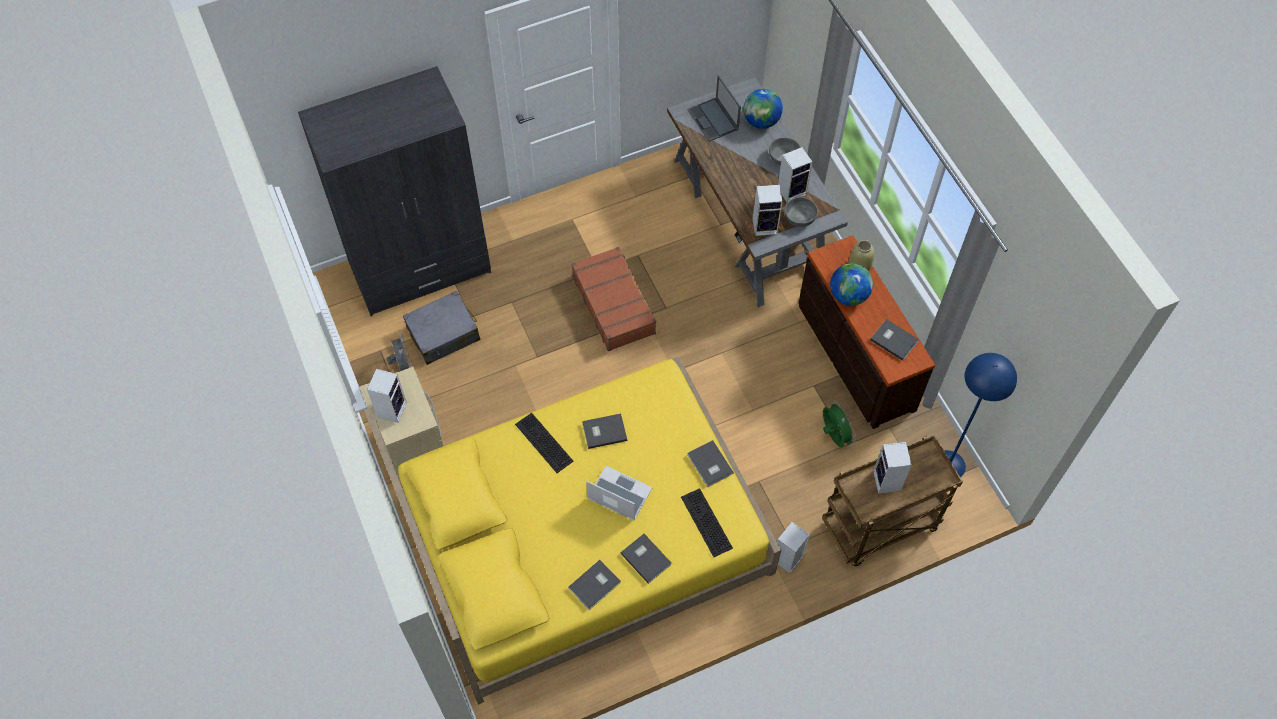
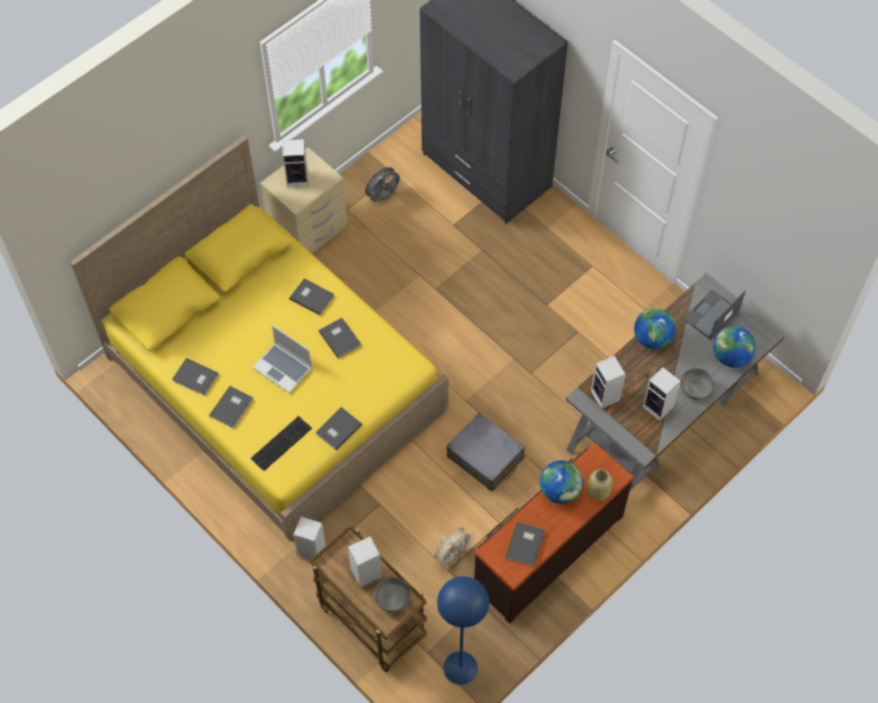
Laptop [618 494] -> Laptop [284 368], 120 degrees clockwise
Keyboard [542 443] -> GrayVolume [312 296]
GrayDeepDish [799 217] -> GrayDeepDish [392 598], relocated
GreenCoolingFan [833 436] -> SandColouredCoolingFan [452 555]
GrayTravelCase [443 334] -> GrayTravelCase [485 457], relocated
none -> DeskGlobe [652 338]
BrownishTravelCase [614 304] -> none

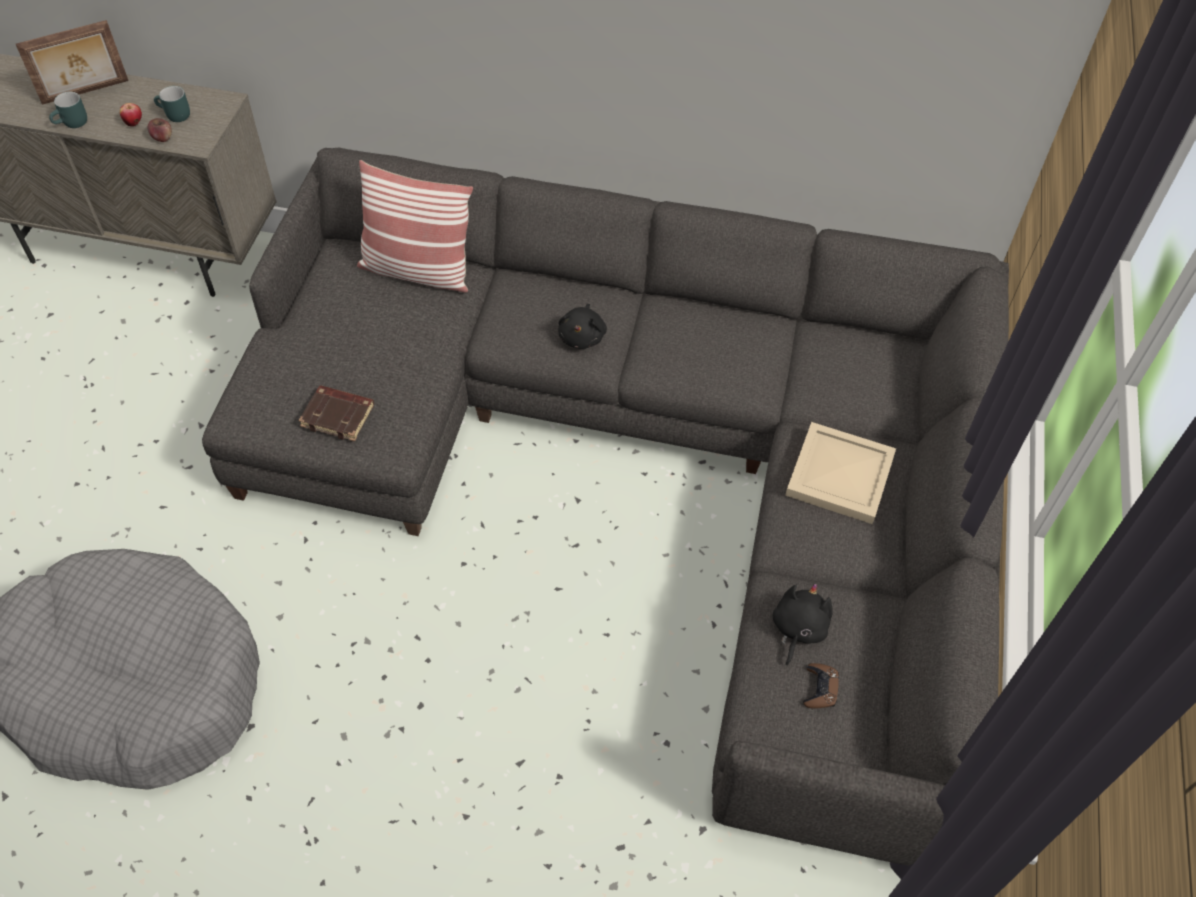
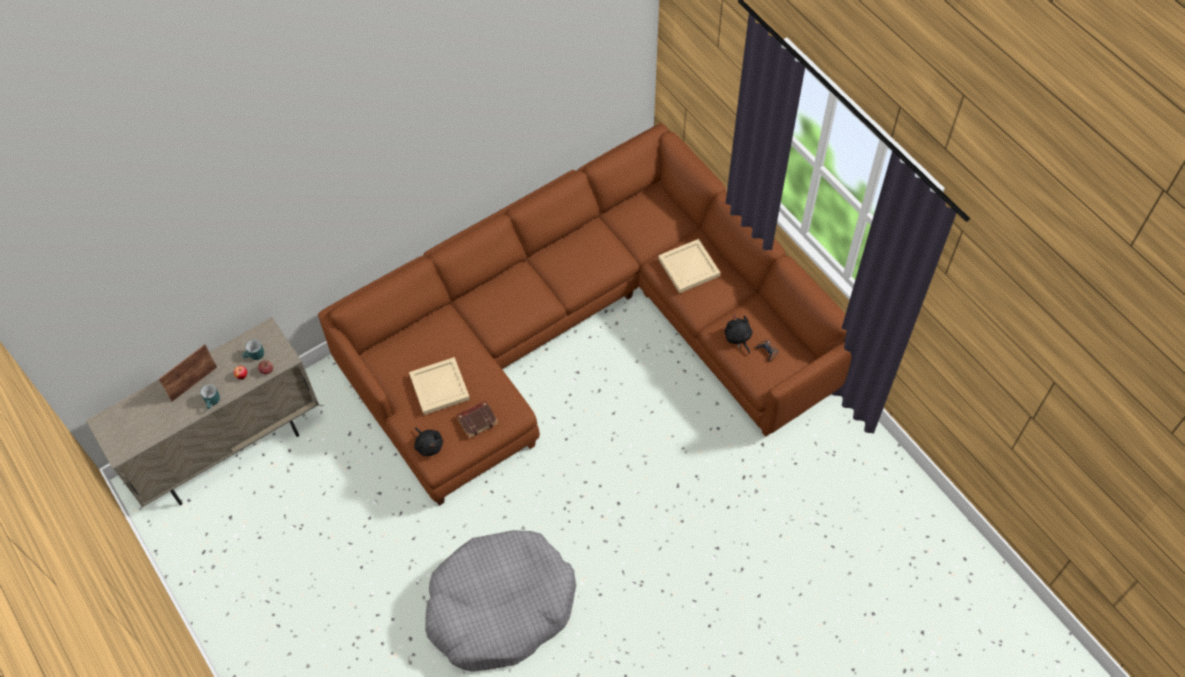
StandingFrame [86 93] -> StandingFrame [193 383], 150 degrees counterclockwise
GraySettee [656 464] -> BrownishSettee [590 329]
none -> SandColouredServingTray [440 386]
BlackColouredSoftToy [582 336] -> BlackColouredSoftToy [428 445], relocated
Pillow [417 270] -> none

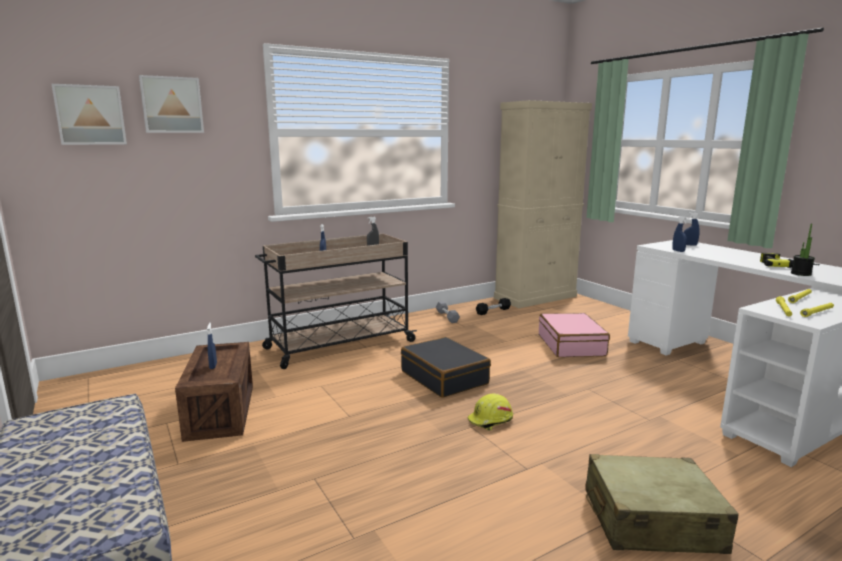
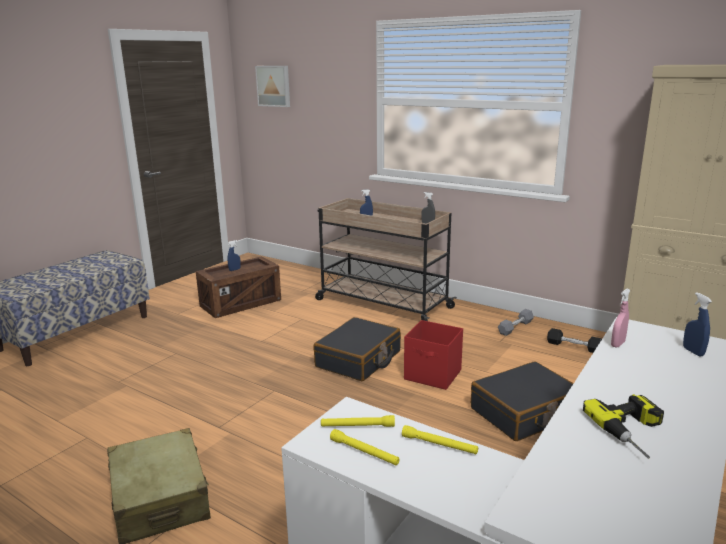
none -> ReddishStorageBin [433 375]
PinkTravelCase [571 345] -> BlackColouredTravelCase [525 413]
BlueSprayer [678 251] -> PinkSprayer [617 344]
WallPicture [172 105] -> none
YellowishSafetyHelmet [490 420] -> none
PlantInAPot [801 274] -> none

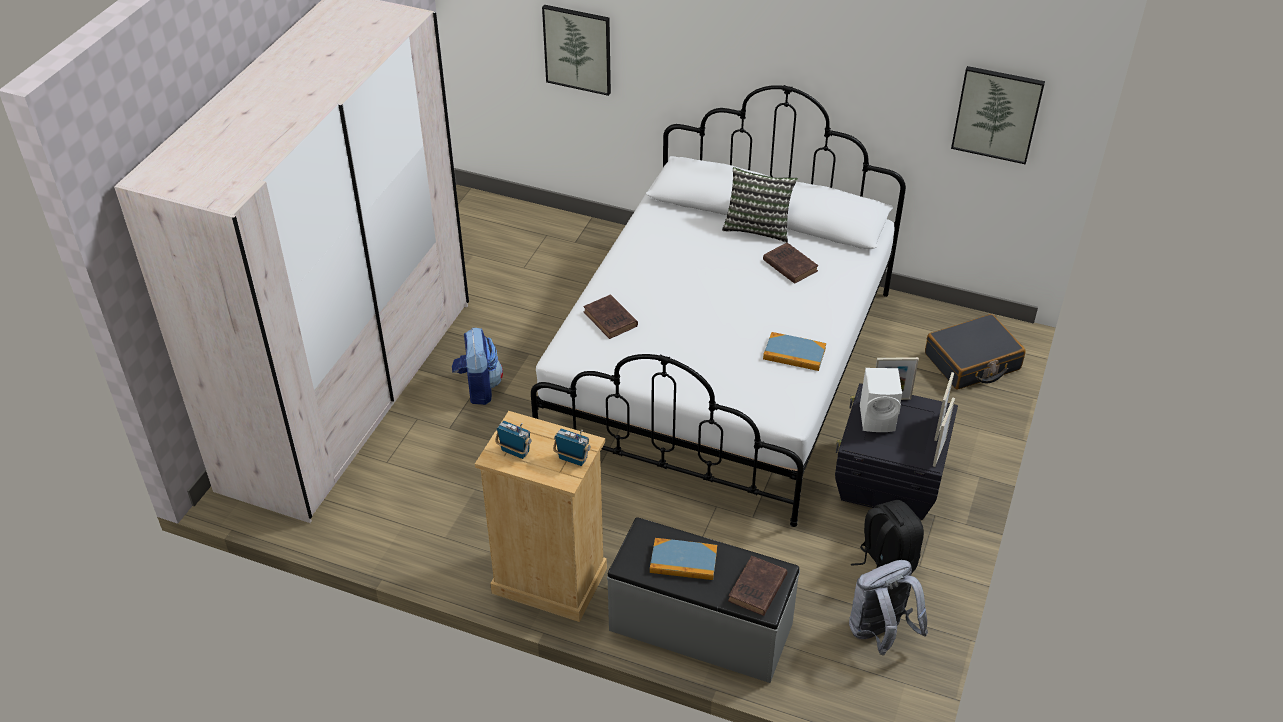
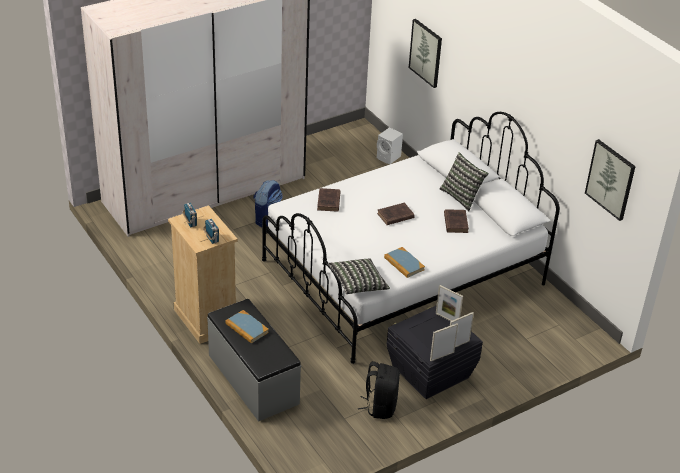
none -> Pillow [358 284]
WhitishLoudspeaker [879 419] -> WhitishLoudspeaker [389 157], relocated
BrownishVolume [756 589] -> BrownishVolume [394 216], relocated
GrayRucksack [880 634] -> none
BlackColouredTravelCase [972 362] -> none

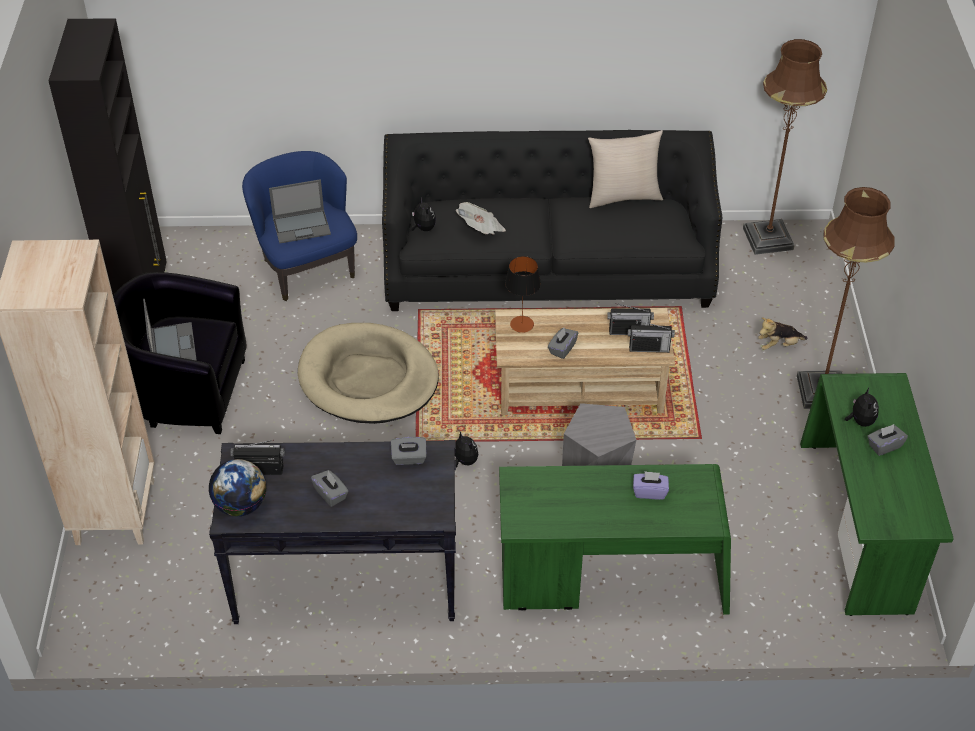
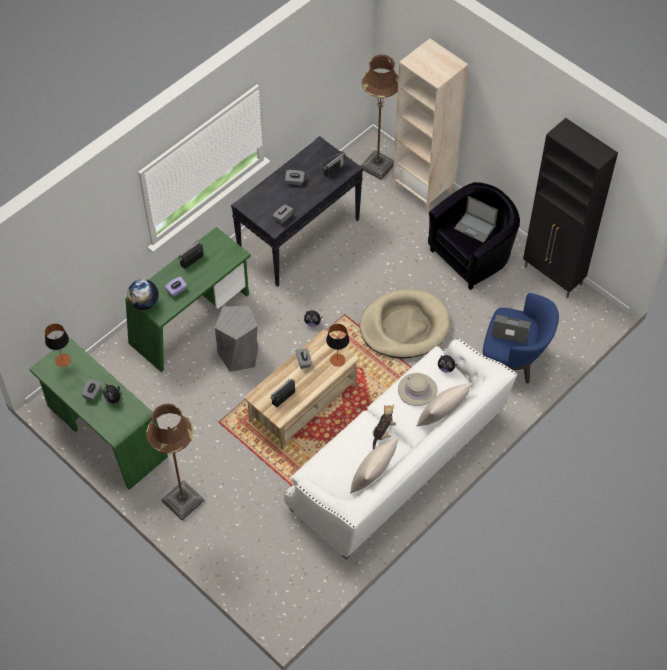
none -> TabletopLamp [63 360]
DeskGlobe [241 505] -> DeskGlobe [144 303], relocated
RadioReceiver [649 348] -> RadioReceiver [192 260], relocated
BlackColouredSettee [547 269] -> WhitishSettee [398 463]
BrownishFloorLamp [768 239] -> BrownishFloorLamp [377 166], relocated
SoftToy [779 345] -> SoftToy [383 432], relocated
DailyPaper [481 229] -> SandColouredWearableHat [417 390]
none -> SandColouredPillow [442 417]
Laptop [302 226] -> Laptop [510 329], 75 degrees clockwise

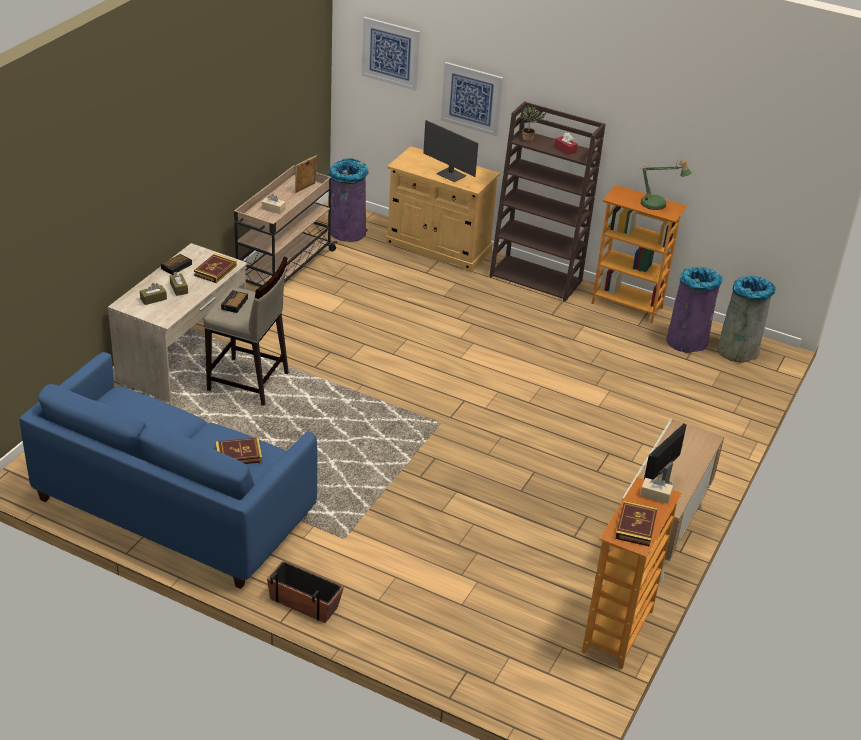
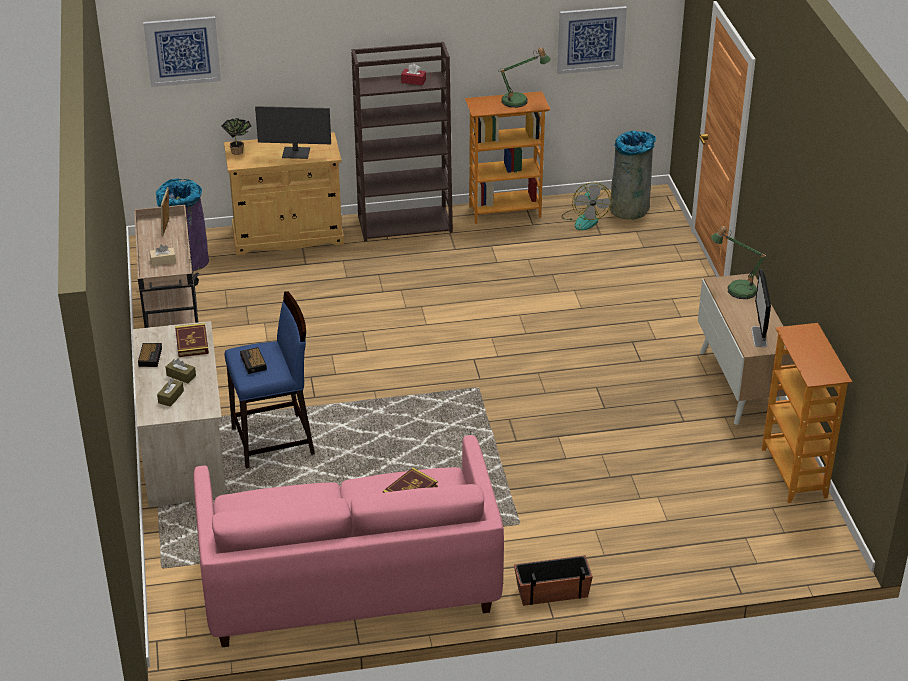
BlueSettee [174 507] -> PinkSettee [348 582]
PlantInAPot [529 138] -> PlantInAPot [238 151], relocated
SandColouredSittingStool [249 382] -> BlueSittingStool [274 441]
WallPicture [472 98] -> WallPicture [591 39], relocated
PurpleWasteBin [687 341] -> CoolingFan [585 219]
none -> TabletopLamp [737 288]
Volume [635 526] -> none
SandColouredBoxOfTissues [655 495] -> none

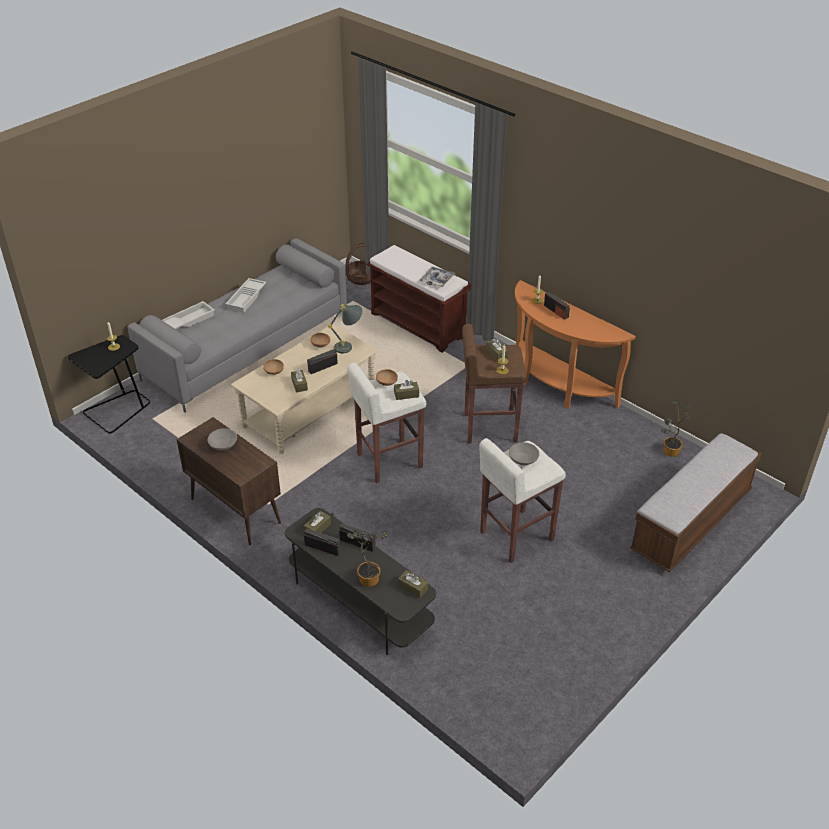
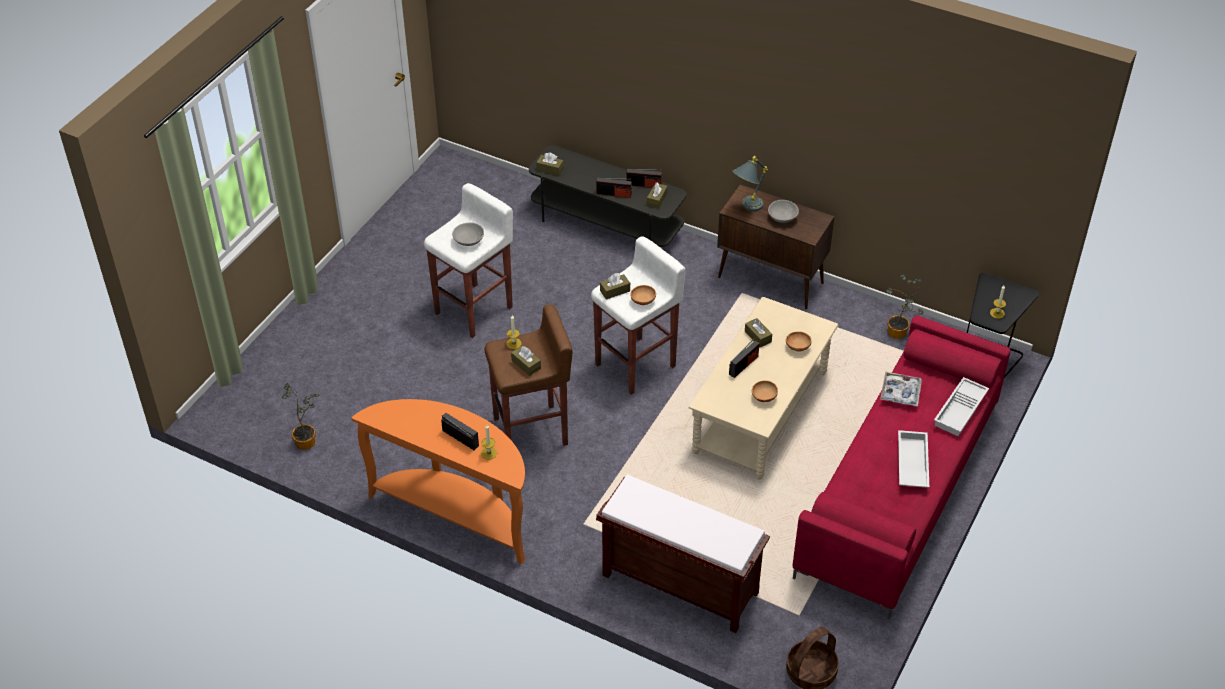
GrayTabletopLamp [349 346] -> GrayTabletopLamp [746 207], relocated
GraySettee [247 347] -> ReddishSettee [898 492]
ServingTray [437 280] -> ServingTray [900 393], relocated
PlantInAPot [368 577] -> PlantInAPot [899 334], relocated
LongSeat [691 522] -> none

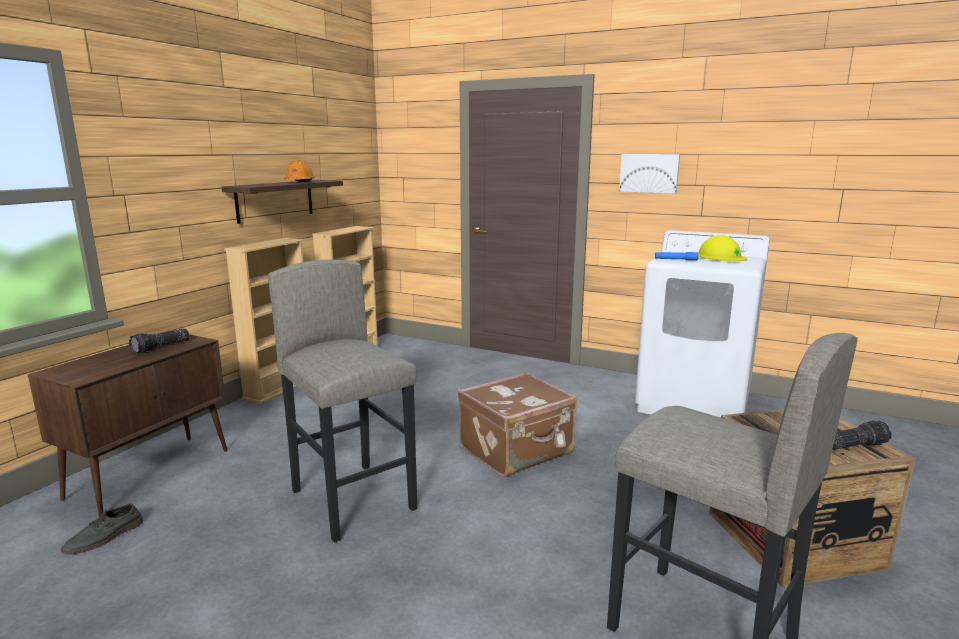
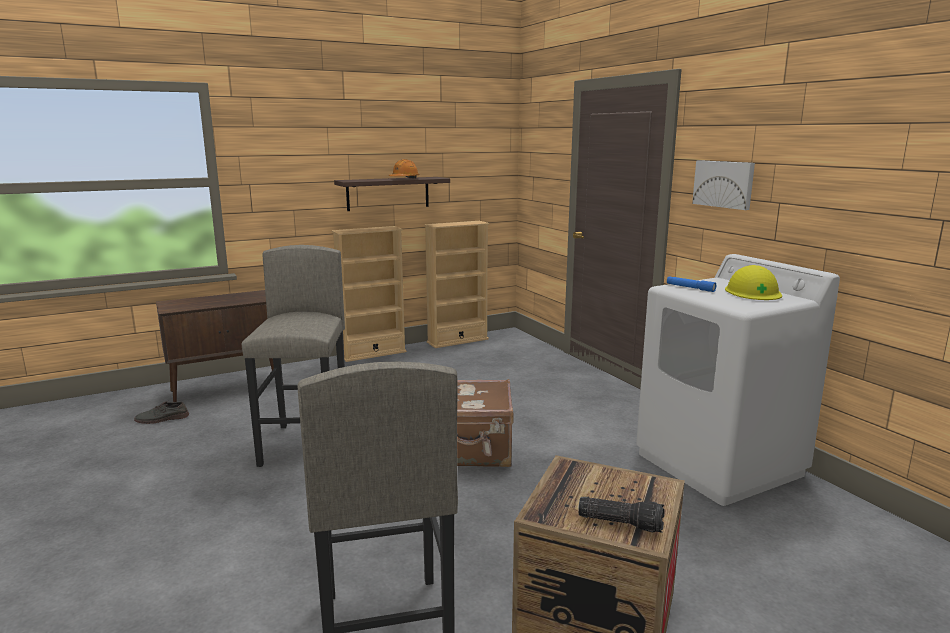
HandTorch [161 347] -> none

